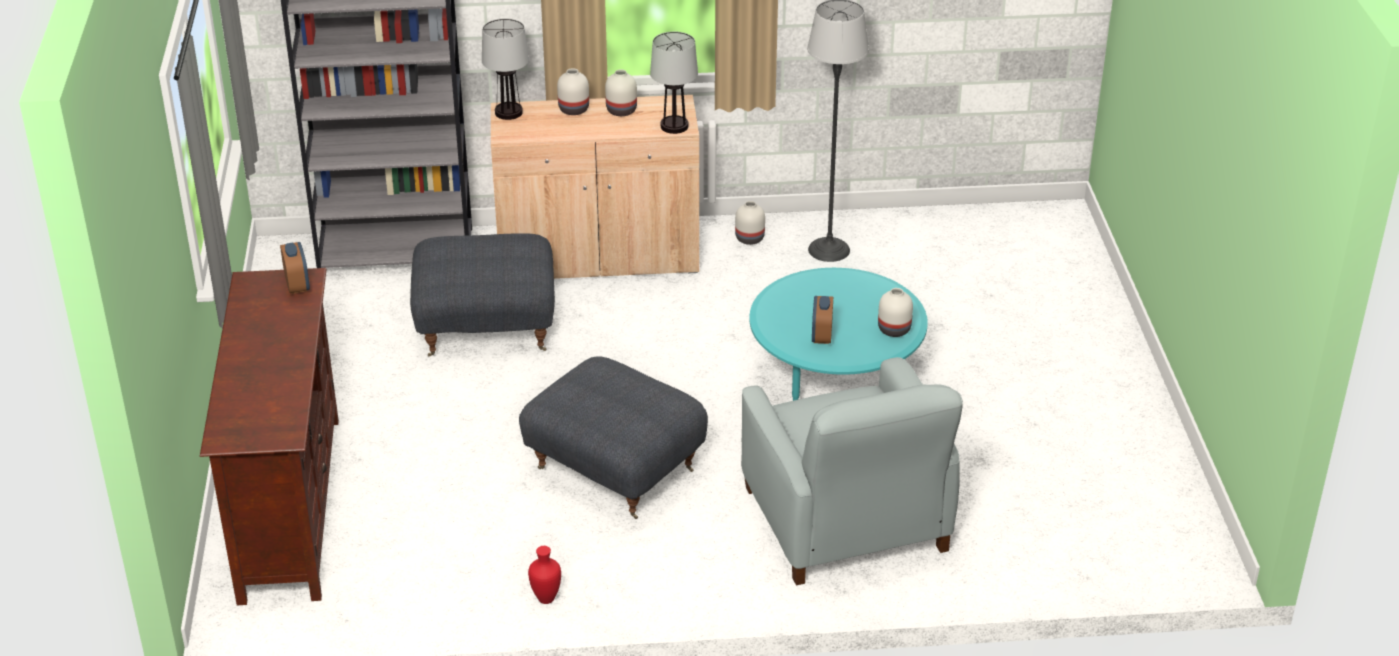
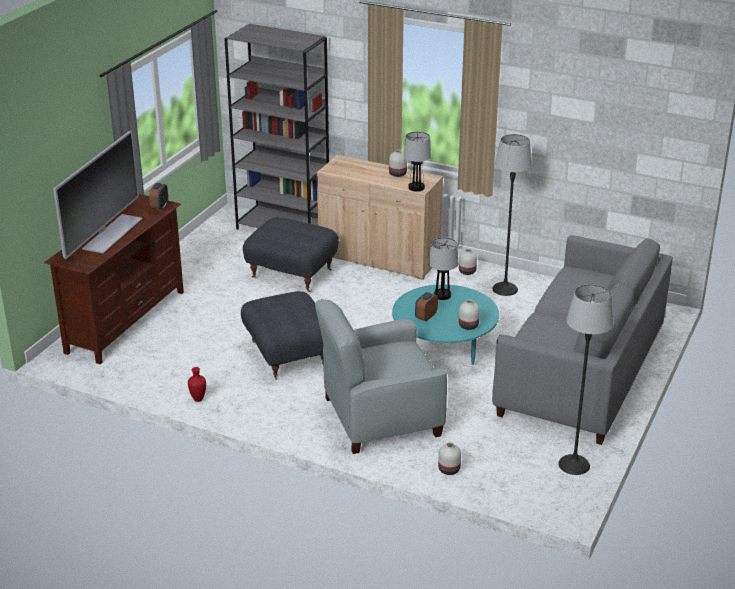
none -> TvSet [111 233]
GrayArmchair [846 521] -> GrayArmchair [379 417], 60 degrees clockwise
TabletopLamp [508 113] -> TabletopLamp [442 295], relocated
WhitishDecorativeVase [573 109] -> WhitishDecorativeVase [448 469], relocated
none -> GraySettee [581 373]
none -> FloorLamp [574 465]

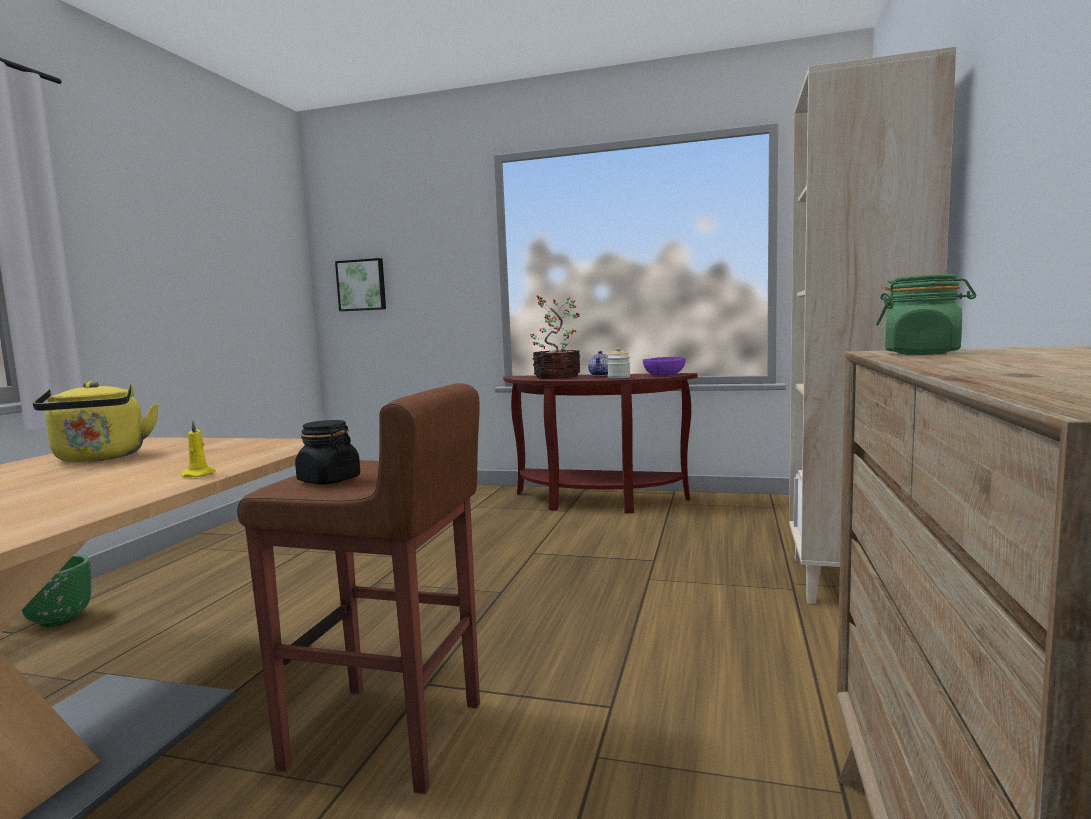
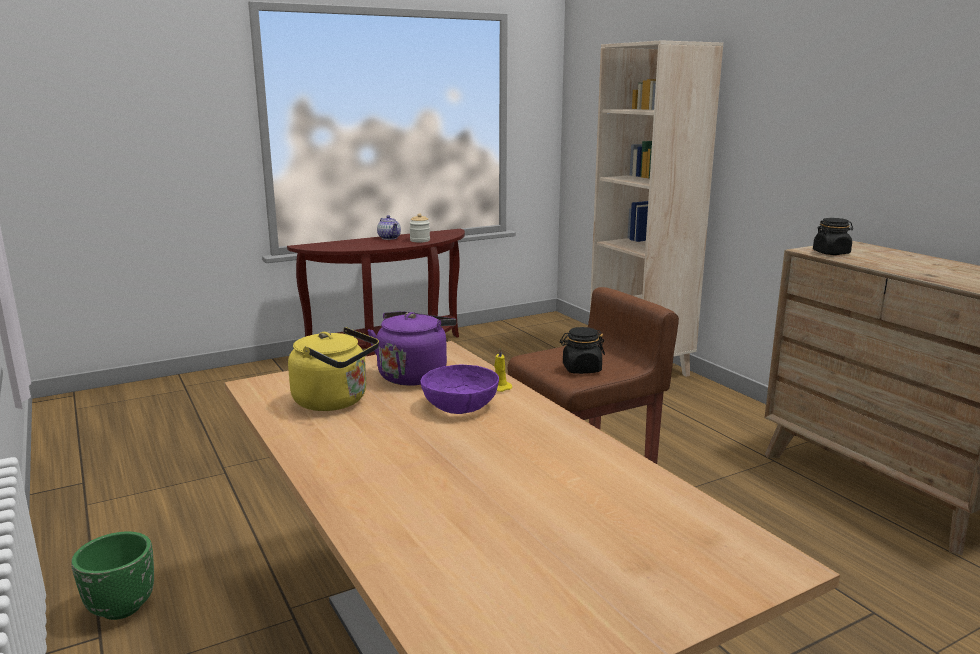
none -> PurpleKettle [414 375]
PurpleDeepDish [664 375] -> PurpleDeepDish [460 406], relocated
GreenPreserveJar [922 353] -> BlackColouredPreserveJar [831 253]
WallPicture [362 285] -> none
PlantInAPot [555 376] -> none

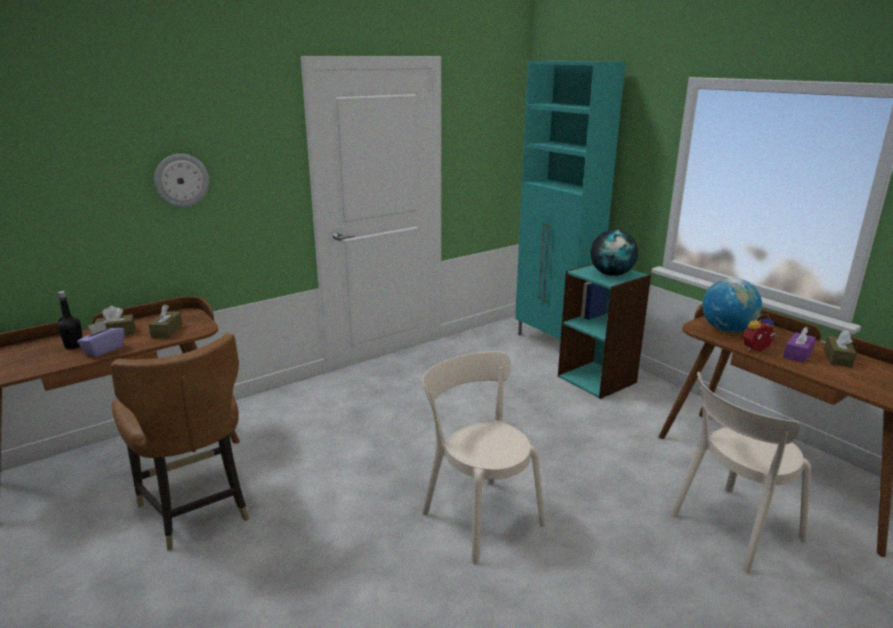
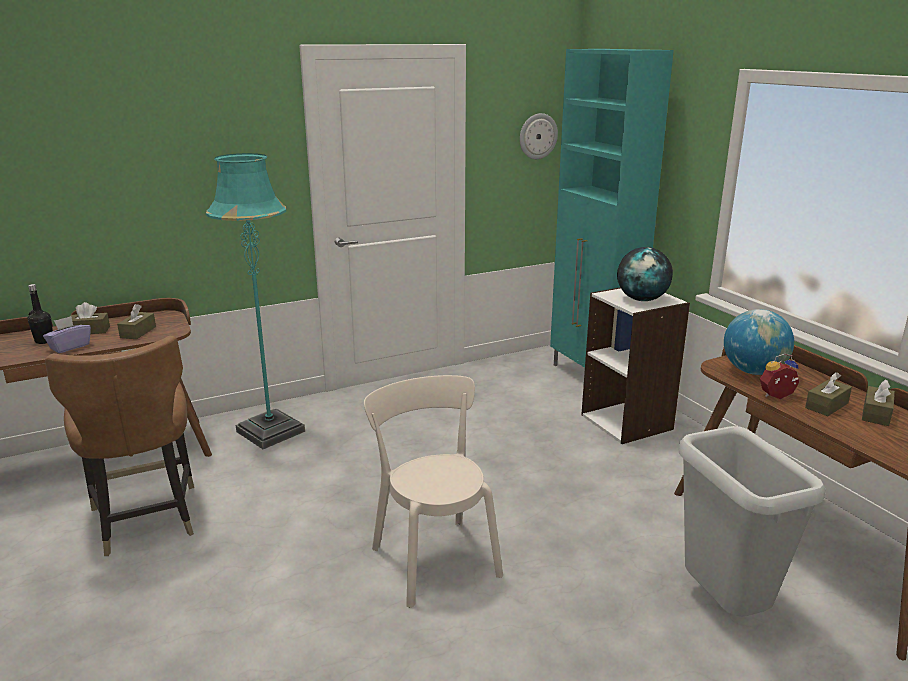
none -> BlueGreenFloorLamp [270 431]
WallClock [181 180] -> WallClock [537 136], relocated
BlueGreenBookcase [597 379] -> WhitishBookcase [627 422]
SandColouredChair [731 530] -> GrayWasteBin [721 606]
PurpleBoxOfTissues [797 354] -> BrownishBoxOfTissues [826 405]

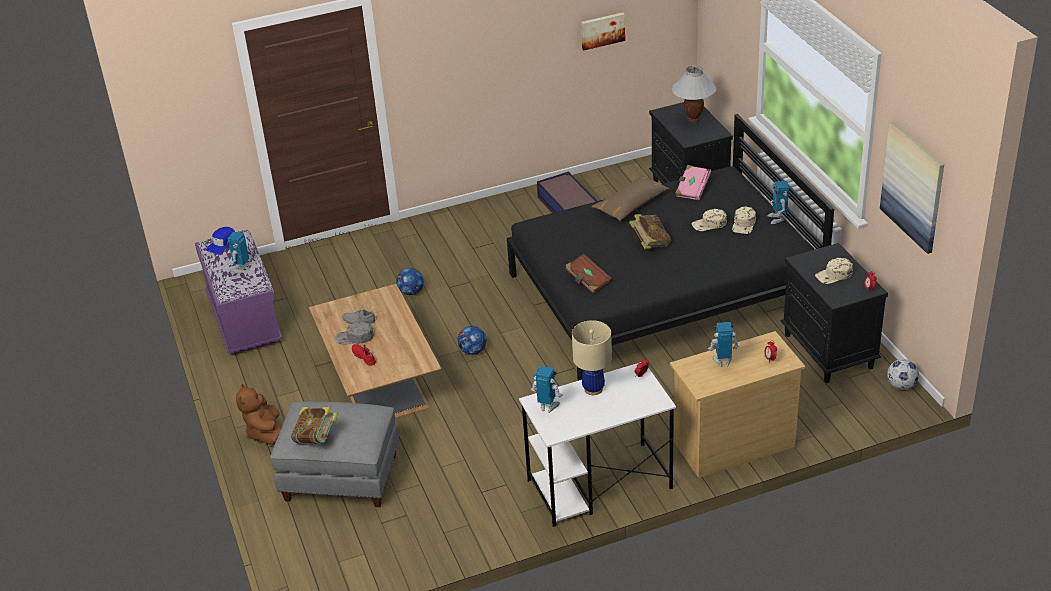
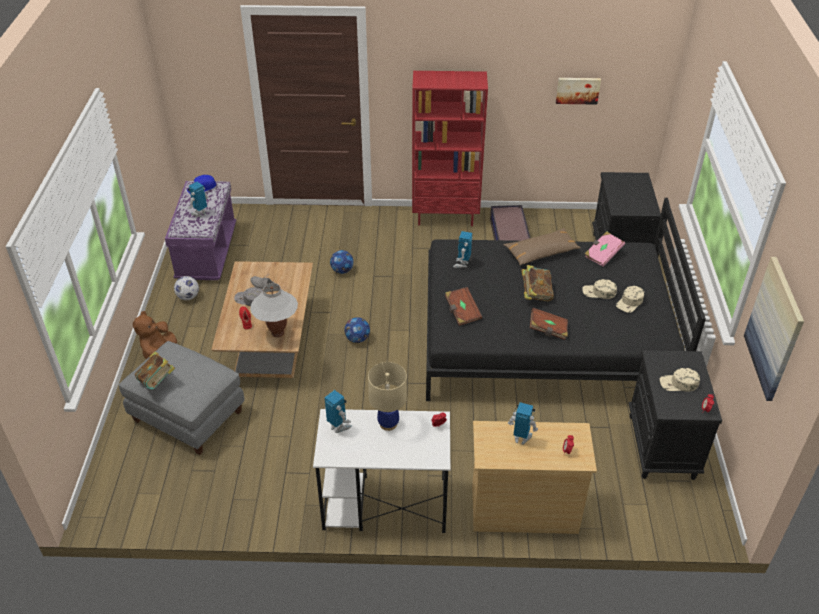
BallForFootball [901 385] -> BallForFootball [188 297], relocated
WhitishTabletopLamp [693 119] -> WhitishTabletopLamp [278 333], relocated
none -> ReddishBookcase [446 217]
ModelRobot [777 218] -> ModelRobot [462 264], relocated
none -> BrownishVolume [548 330]

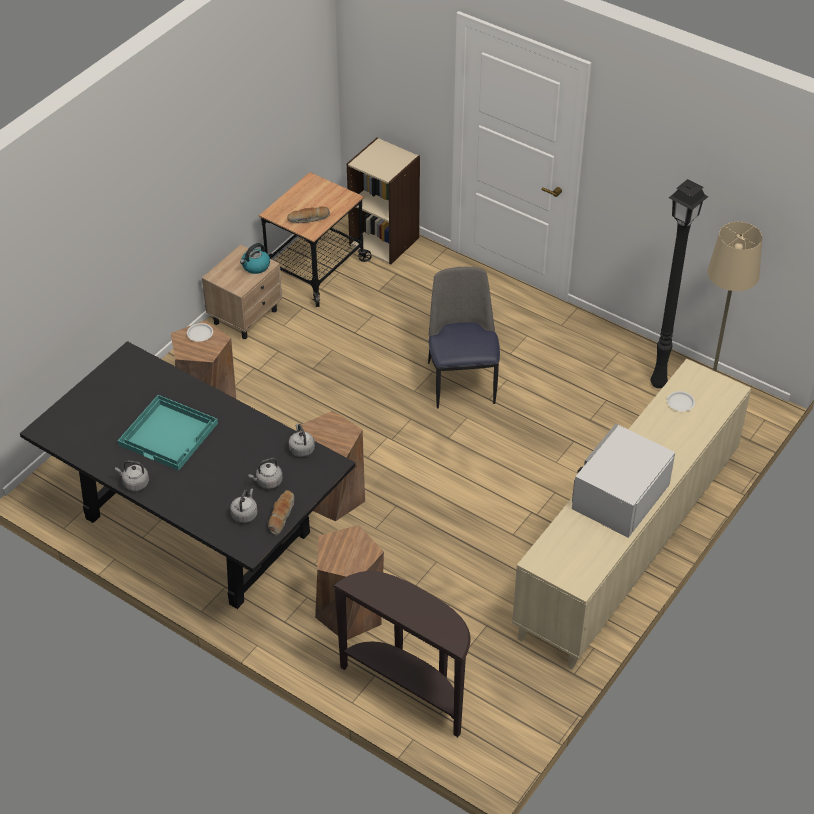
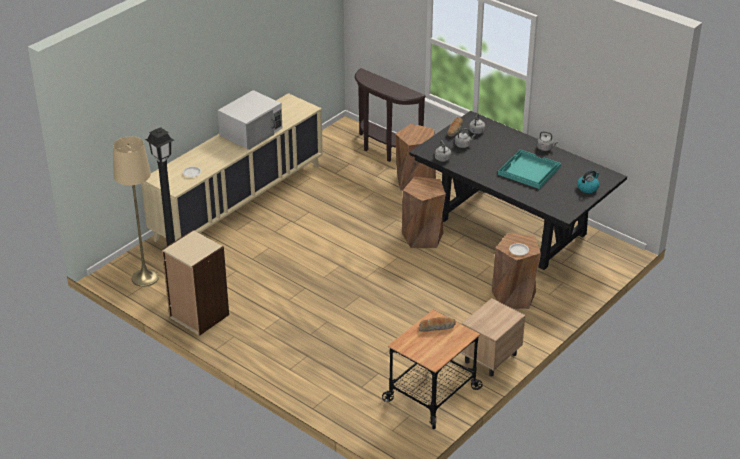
SandColouredBookcase [385 241] -> SandColouredBookcase [198 316], relocated
Kettle [255 266] -> Kettle [588 188], relocated
Chair [461 381] -> none

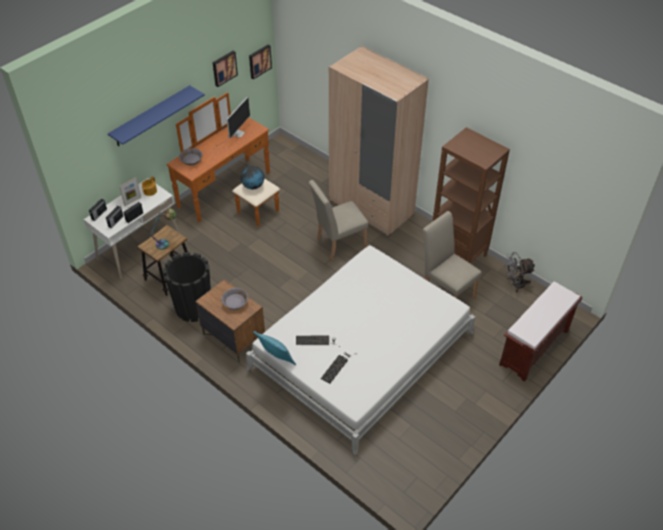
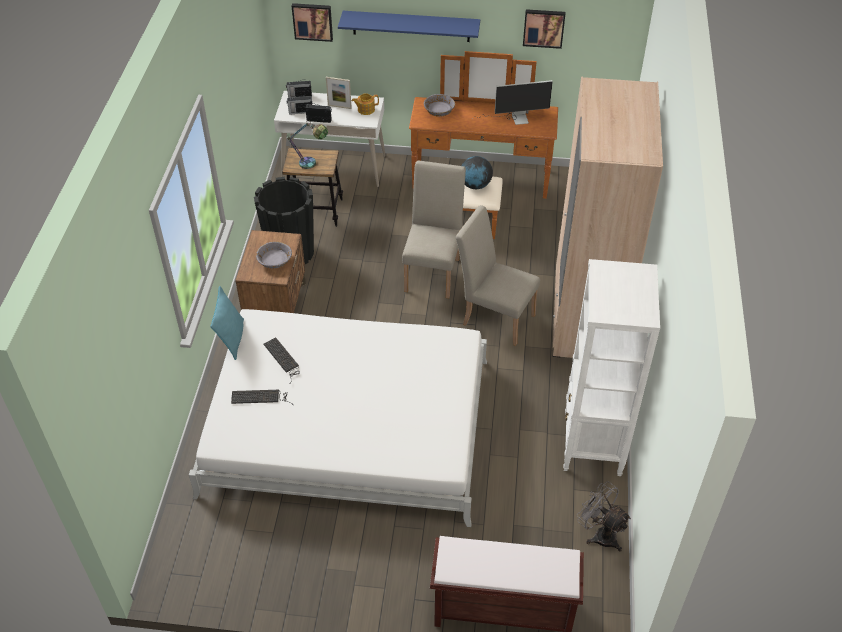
WallPicture [259 61] -> WallPicture [312 21], relocated
SandColouredChair [446 291] -> SandColouredChair [434 271], relocated
BrownishBookcase [458 255] -> WhitishBookcase [592 444]

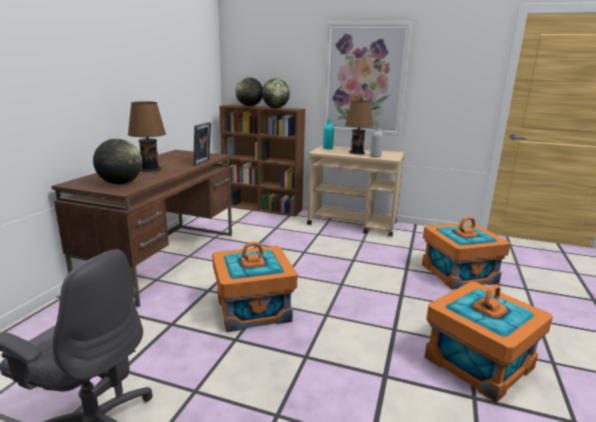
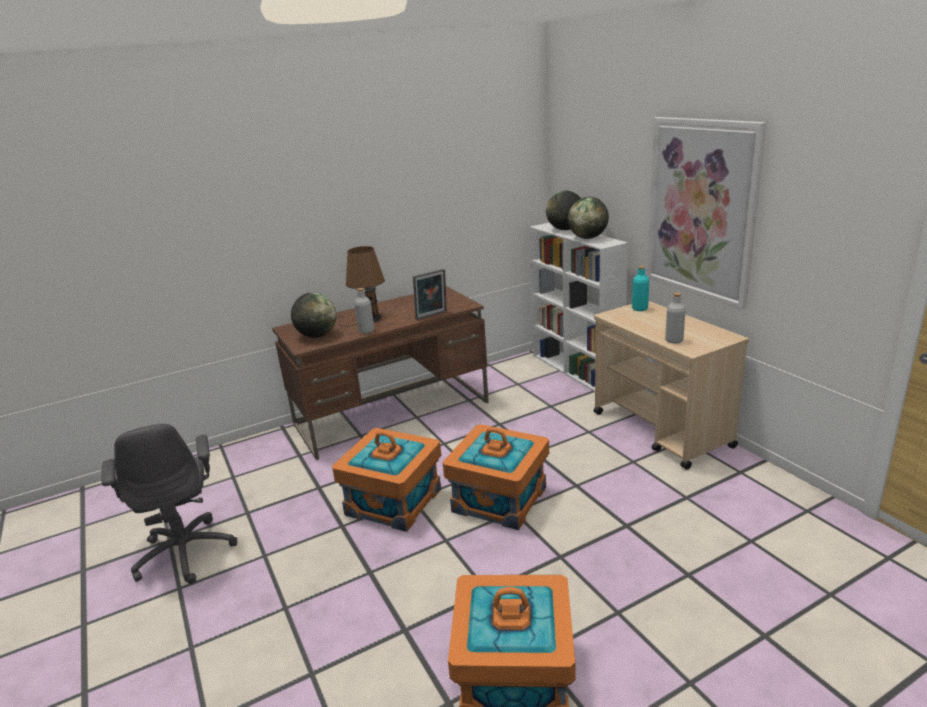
none -> GrayBottle [366 331]
OrangeyStorageBin [458 273] -> OrangeyStorageBin [500 499], relocated
BrownishBookcase [263 208] -> WhitishBookcase [576 370]
BrownishTabletopLamp [357 152] -> none

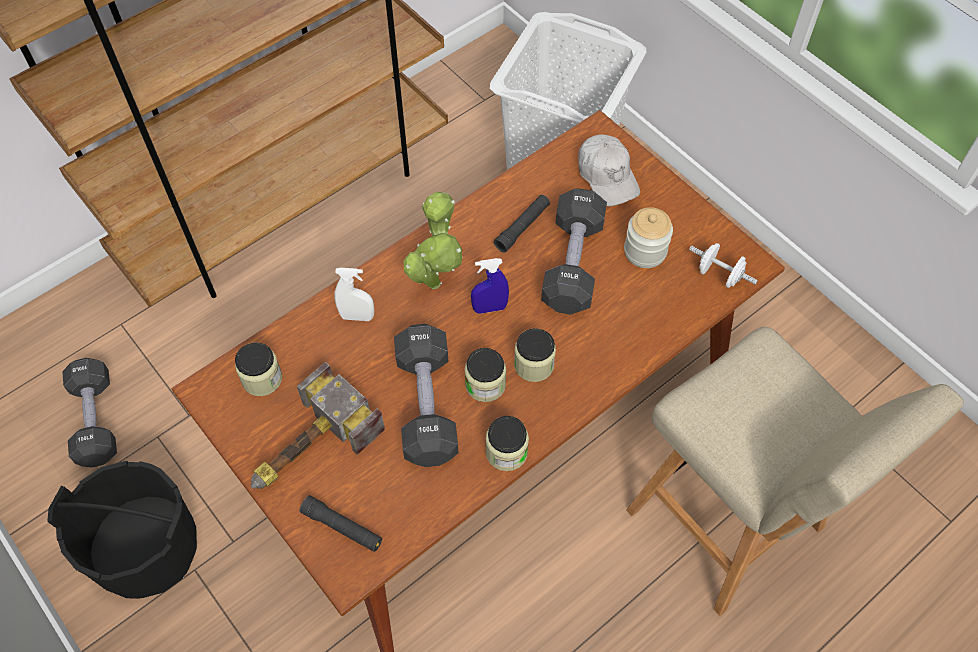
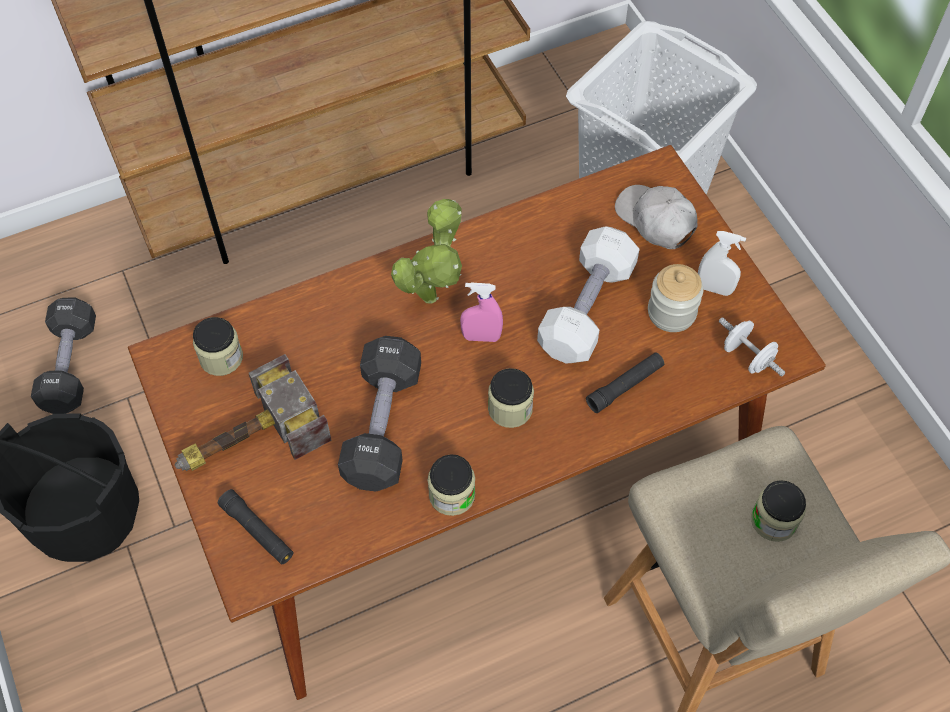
BlueSprayer [489 308] -> PinkSprayer [481 337]
BlackColouredHandWeight [572 264] -> WhitishHandWeight [586 309]
BlackColouredHandTorch [522 227] -> BlackColouredHandTorch [625 386], relocated
WhitishCap [607 176] -> WhitishCap [655 220], 150 degrees clockwise
WhitishSprayer [357 316] -> WhitishSprayer [714 289], relocated
PreserveJar [485 384] -> PreserveJar [774 520], relocated

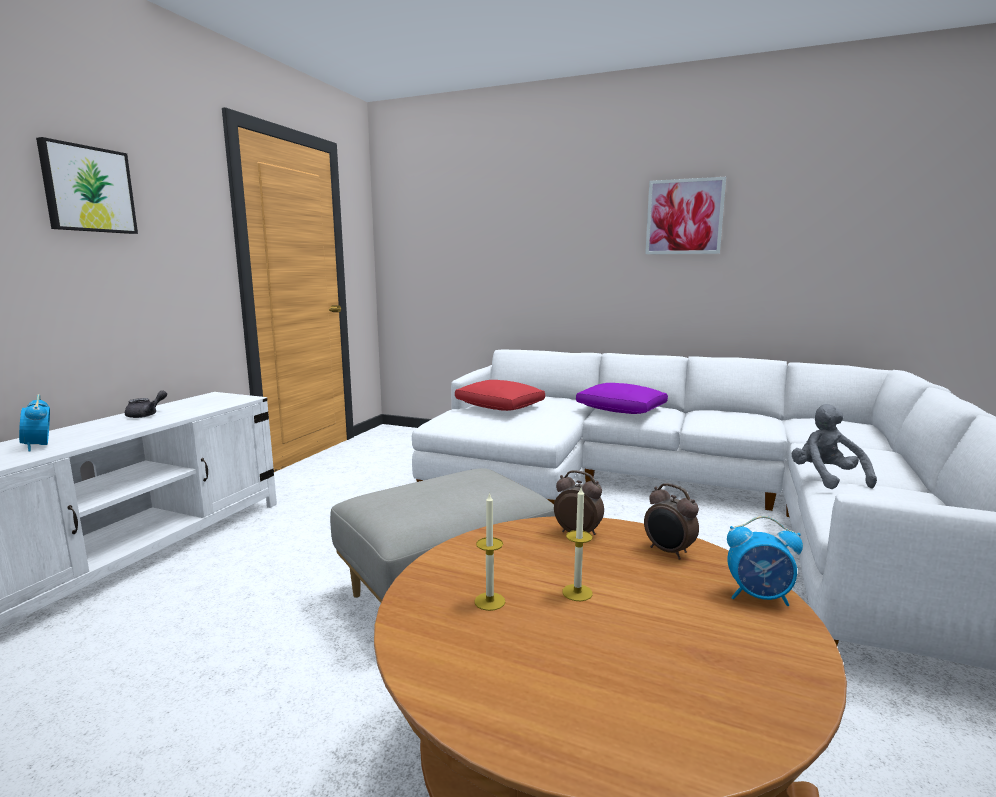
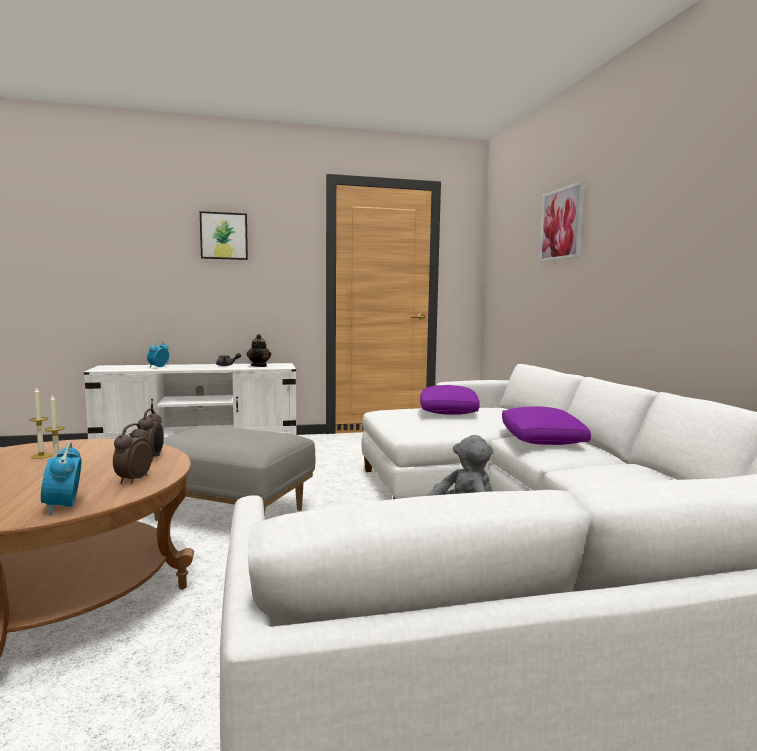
none -> TeaPot [259 366]
ReddishPillow [500 407] -> PurplePillow [448 411]
WallPicture [684 217] -> WallPicture [562 224], relocated

